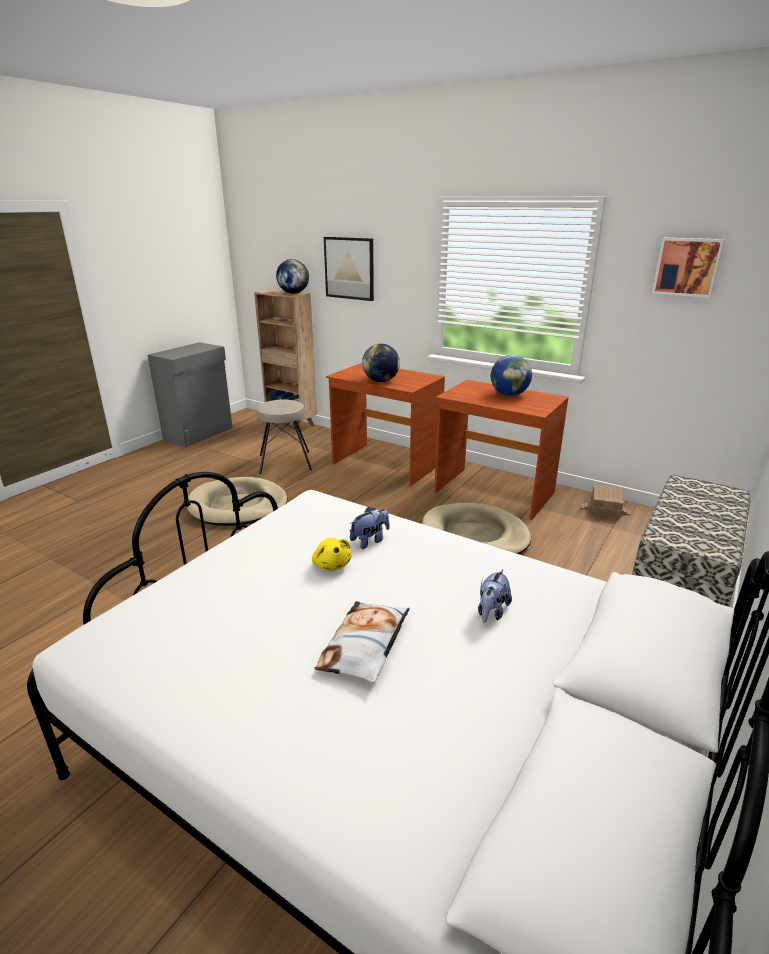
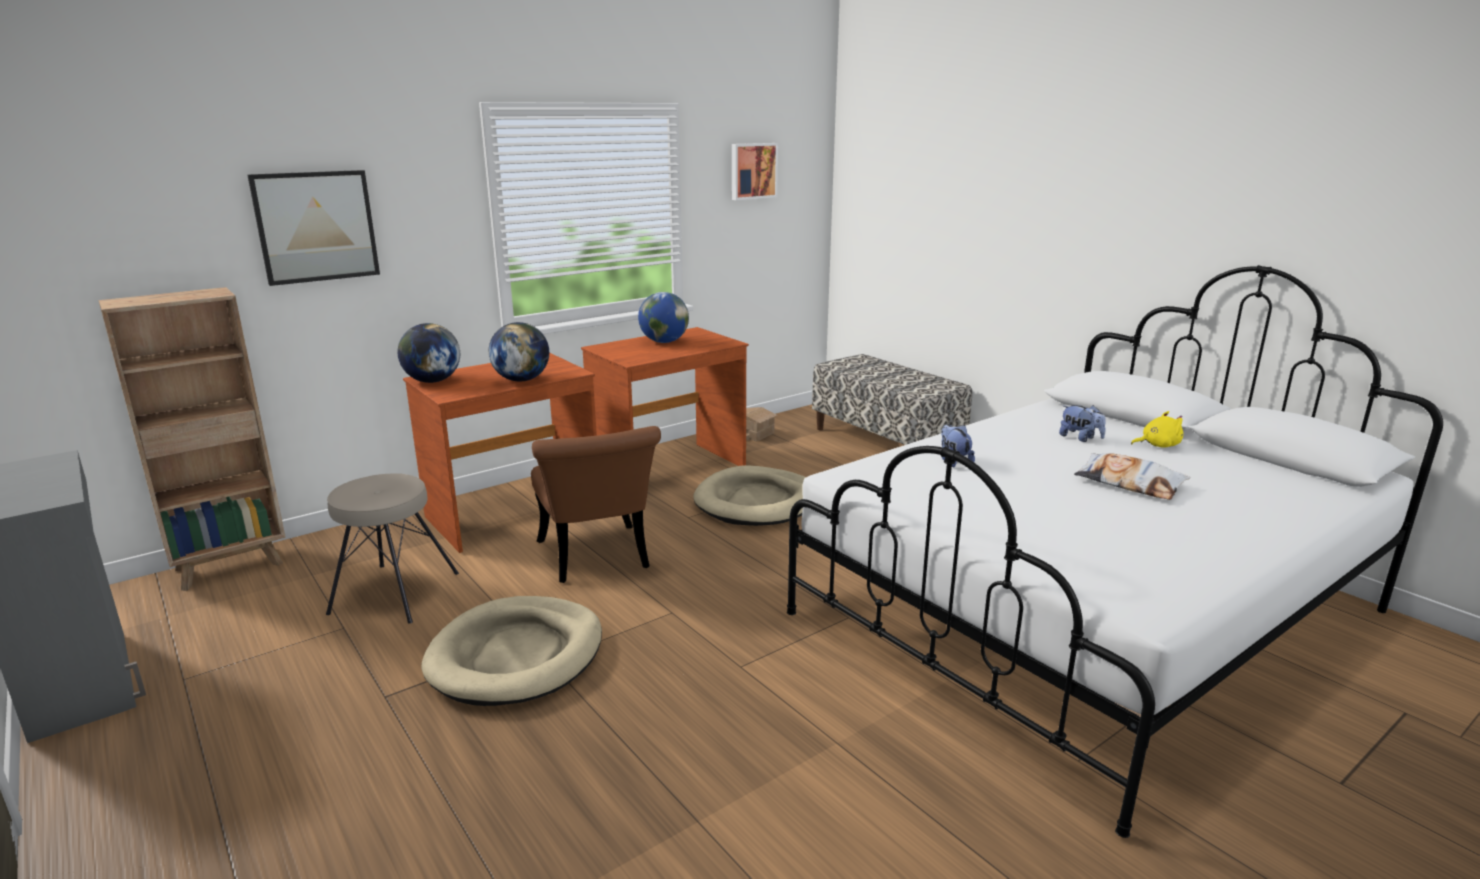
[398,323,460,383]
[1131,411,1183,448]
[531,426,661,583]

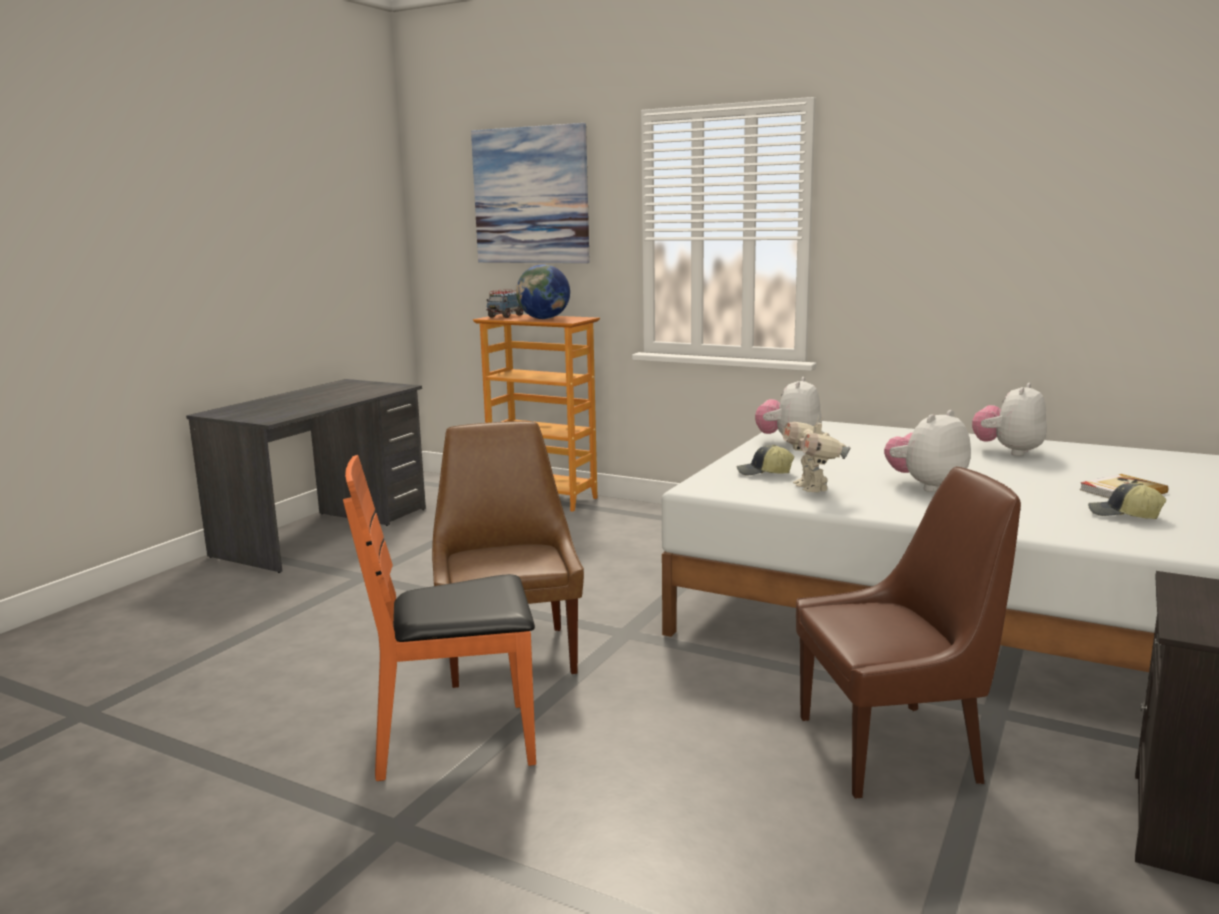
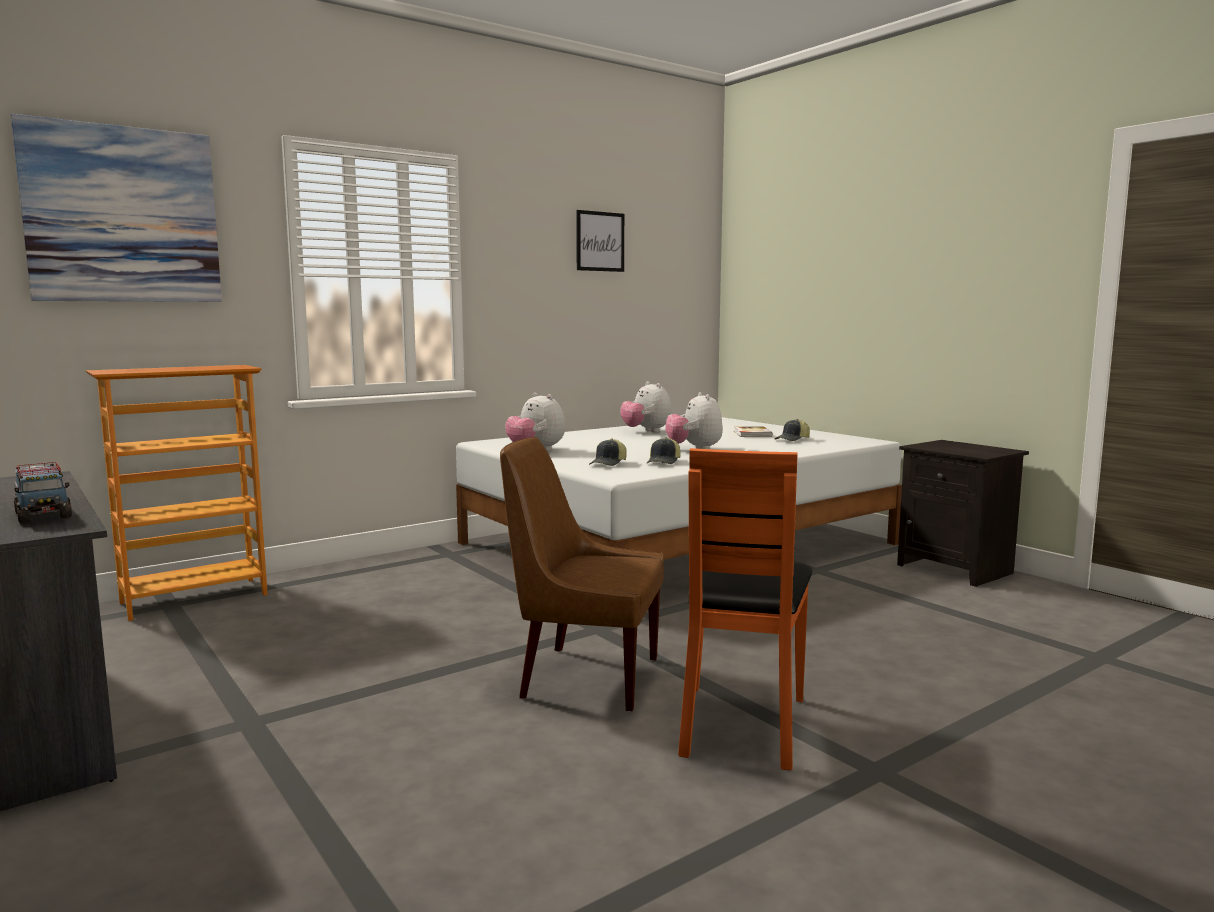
[14,462,72,523]
[516,264,570,319] (first image)
[647,437,681,464]
[796,467,1021,799] (first image)
[576,210,624,272]

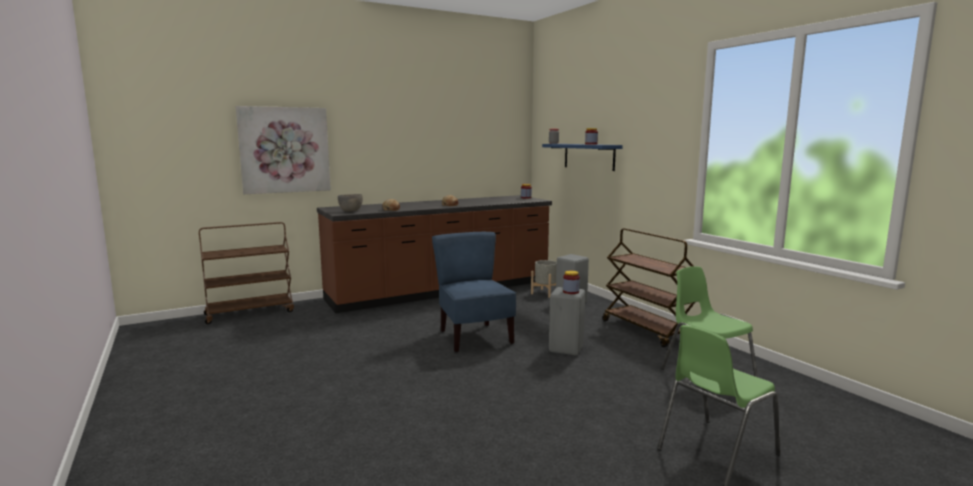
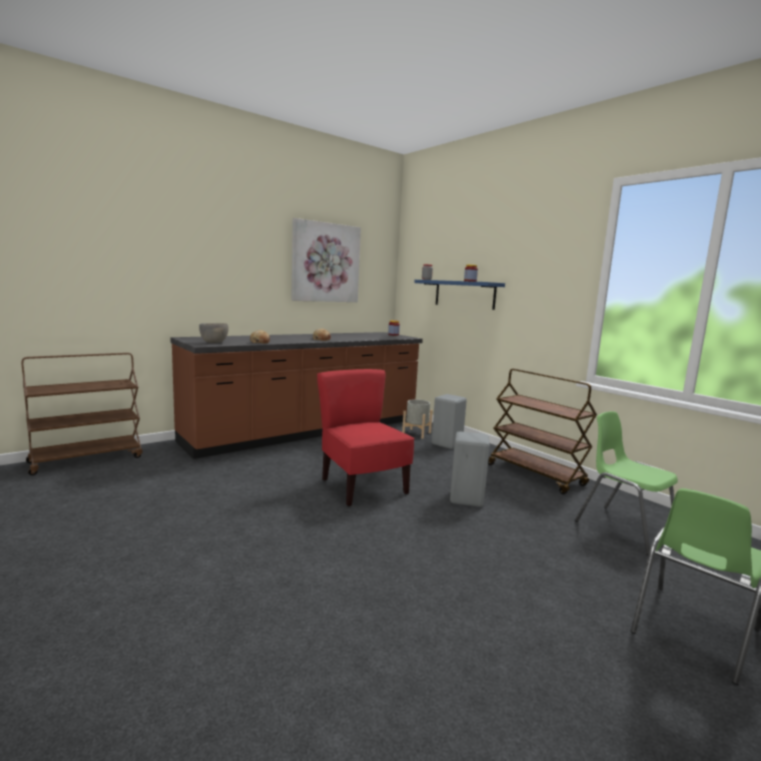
[291,218,361,302]
[317,369,415,507]
[563,271,580,294] (first image)

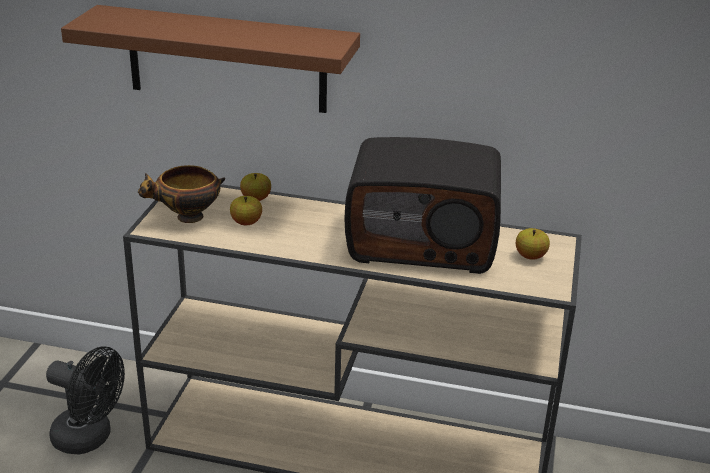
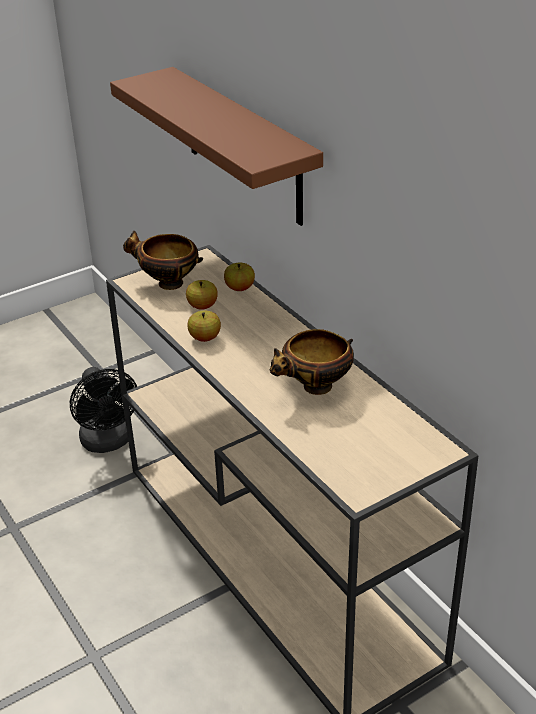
[269,329,354,395]
[187,310,221,342]

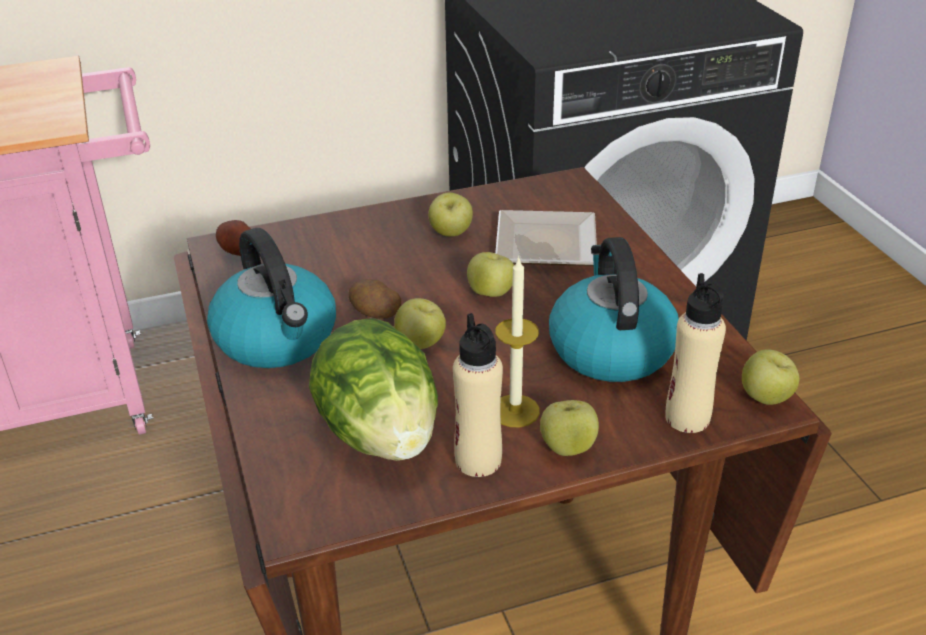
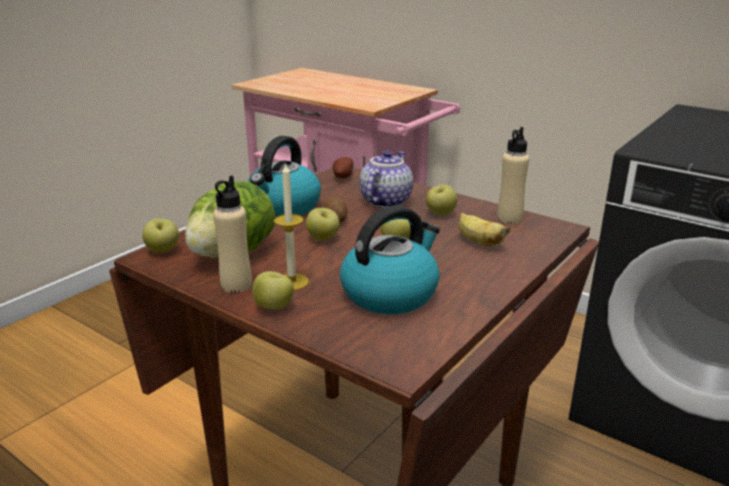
[459,213,510,246]
[497,127,529,224]
[142,218,179,253]
[359,151,413,208]

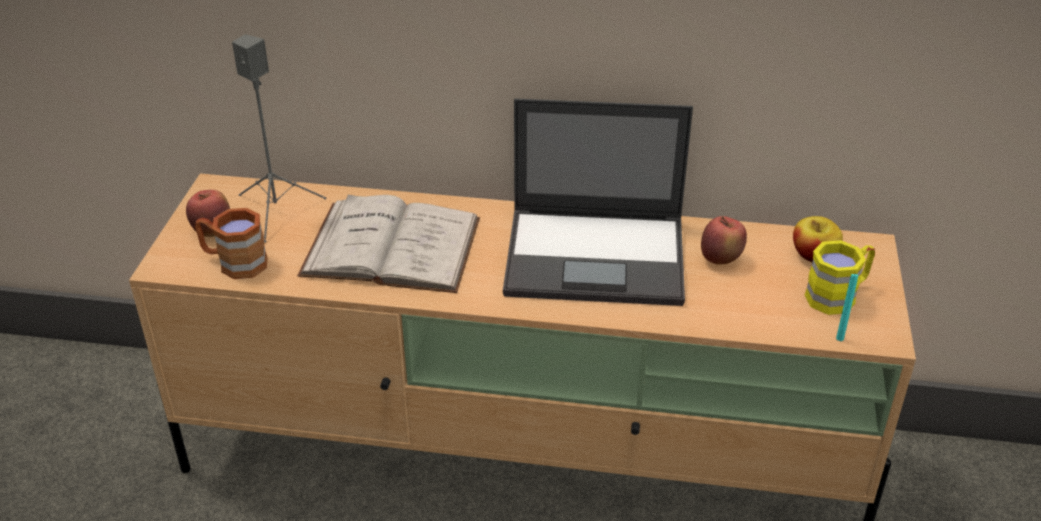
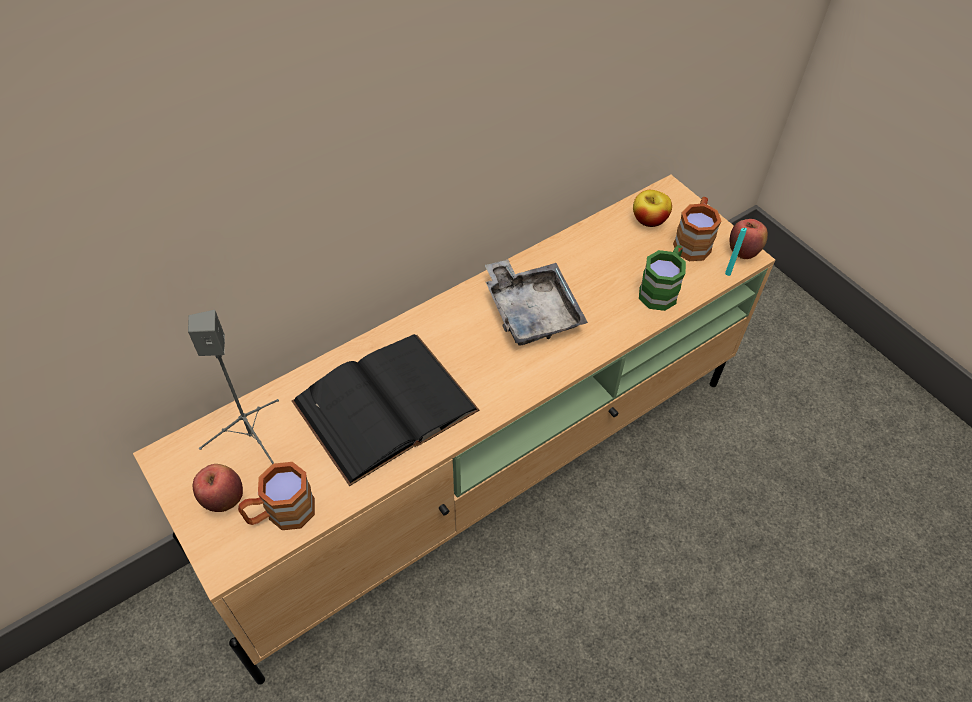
[291,334,480,486]
[485,259,588,346]
[730,219,768,259]
[673,197,721,261]
[639,245,686,311]

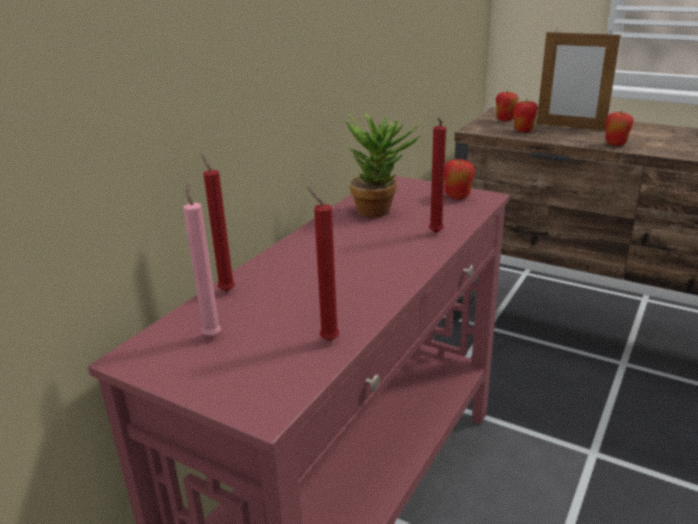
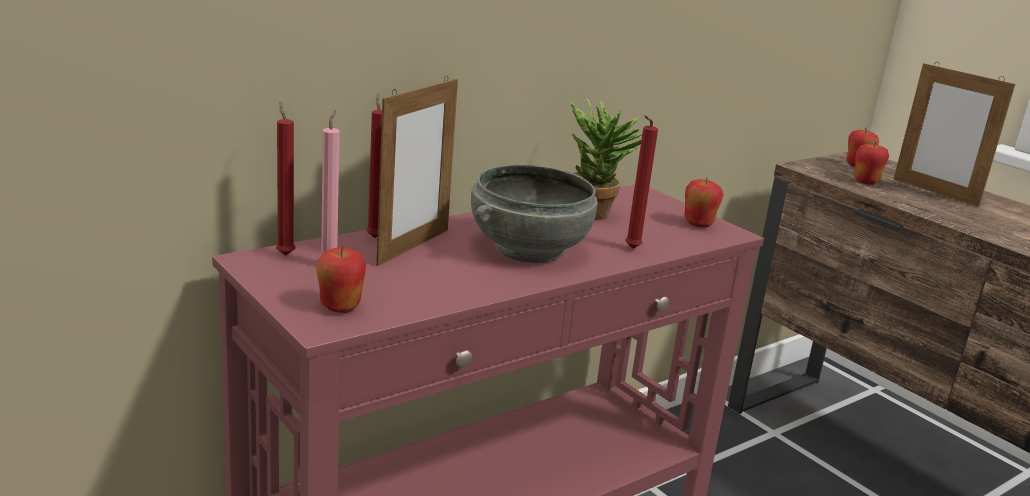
[276,101,295,256]
[316,246,366,313]
[376,76,458,266]
[471,164,598,263]

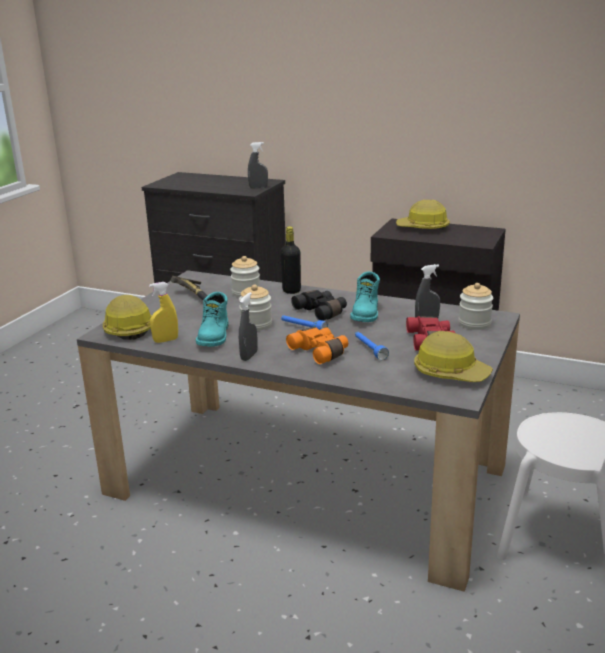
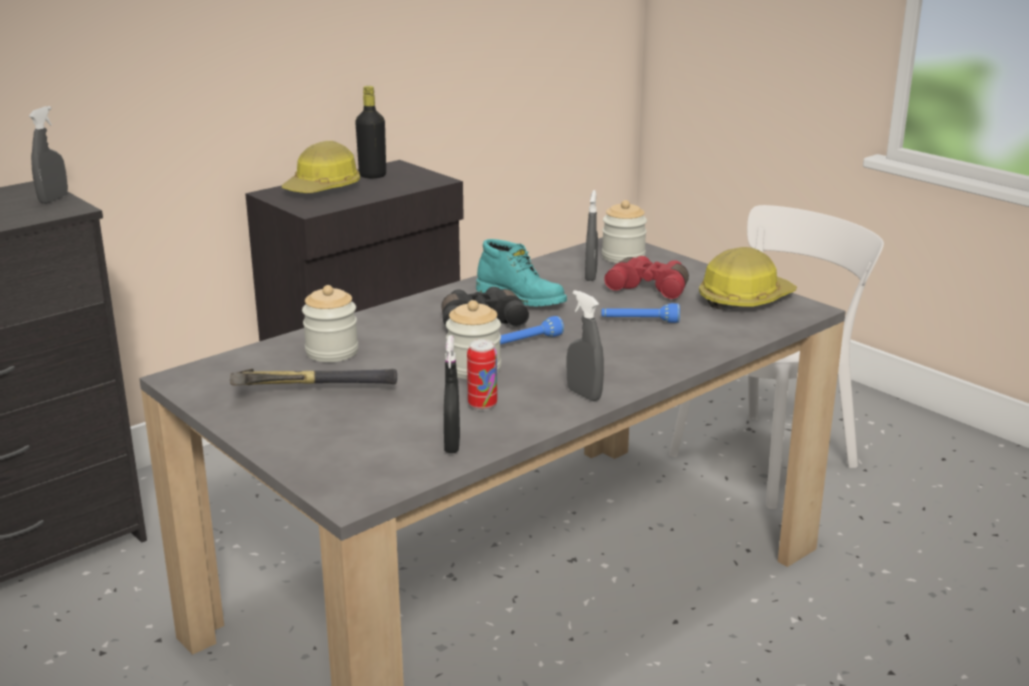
[103,295,152,340] (first image)
[444,335,460,453]
[467,339,497,410]
[355,86,386,178]
[286,327,348,364] (first image)

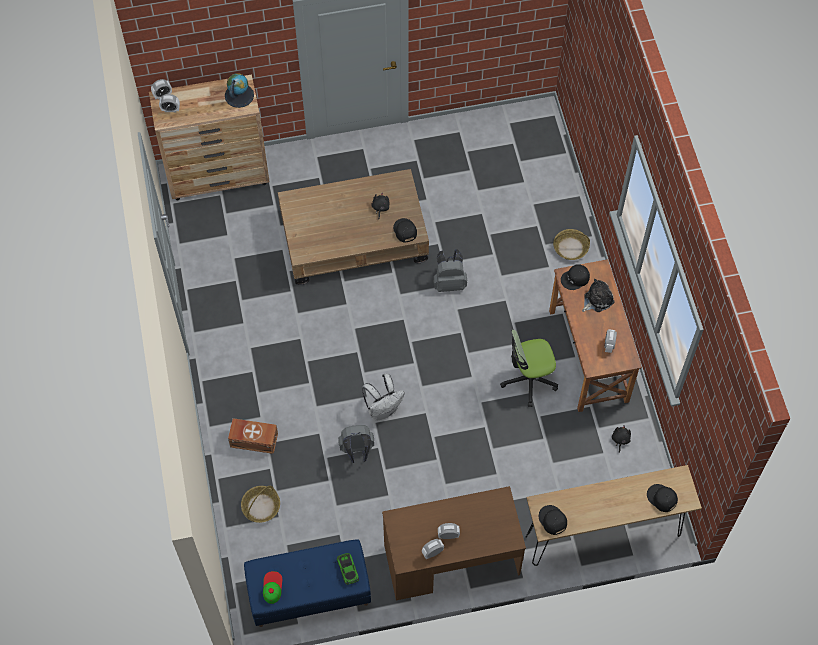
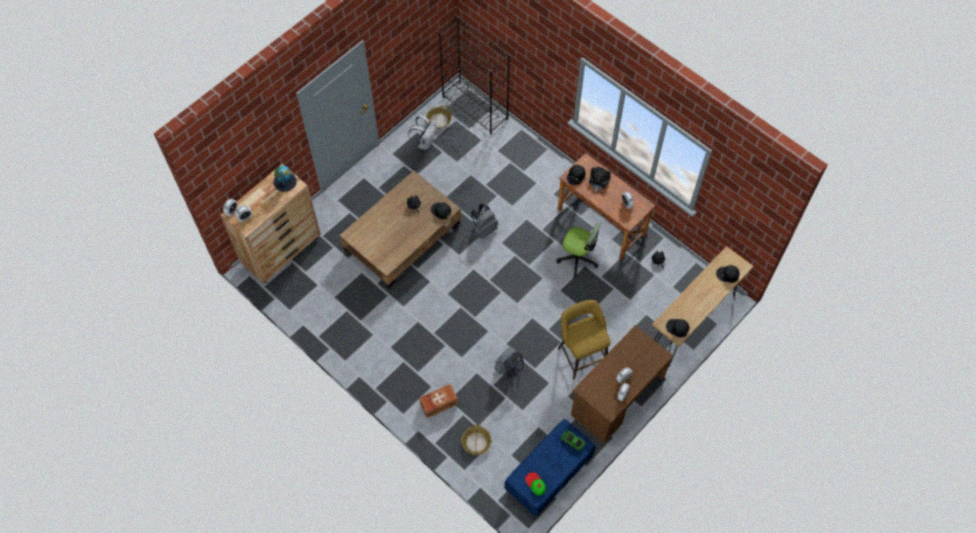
[408,114,436,150]
[557,222,601,278]
[426,105,452,129]
[439,17,510,135]
[558,300,611,379]

